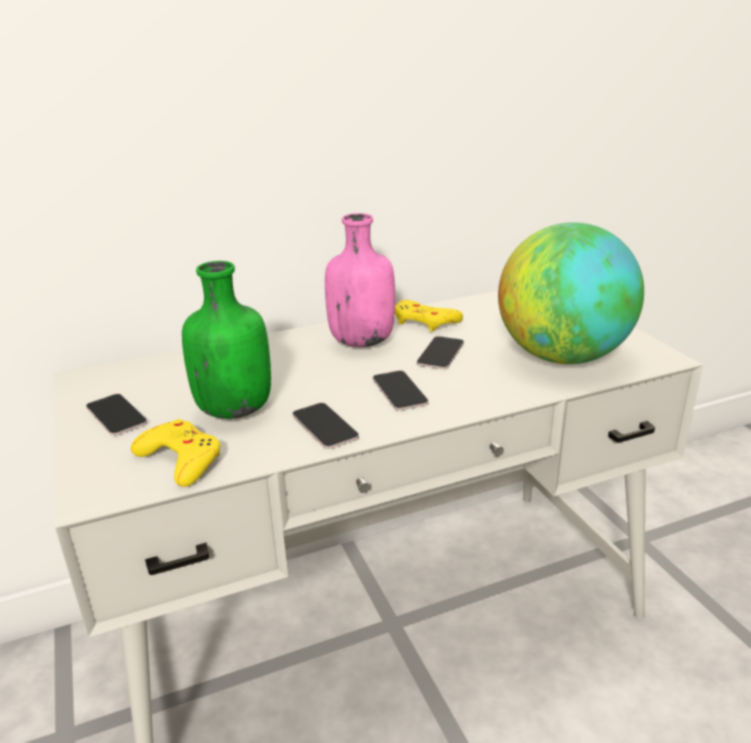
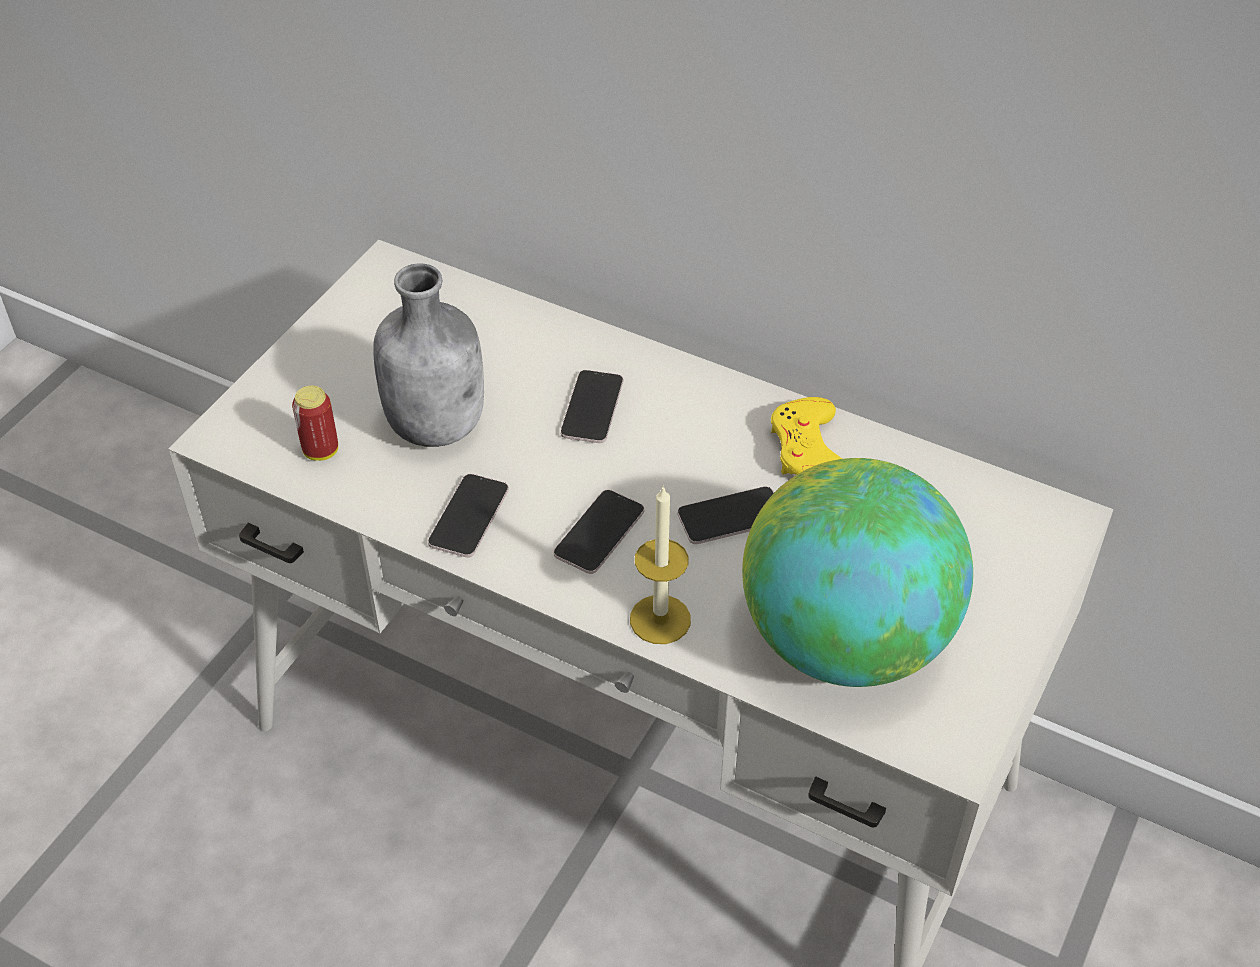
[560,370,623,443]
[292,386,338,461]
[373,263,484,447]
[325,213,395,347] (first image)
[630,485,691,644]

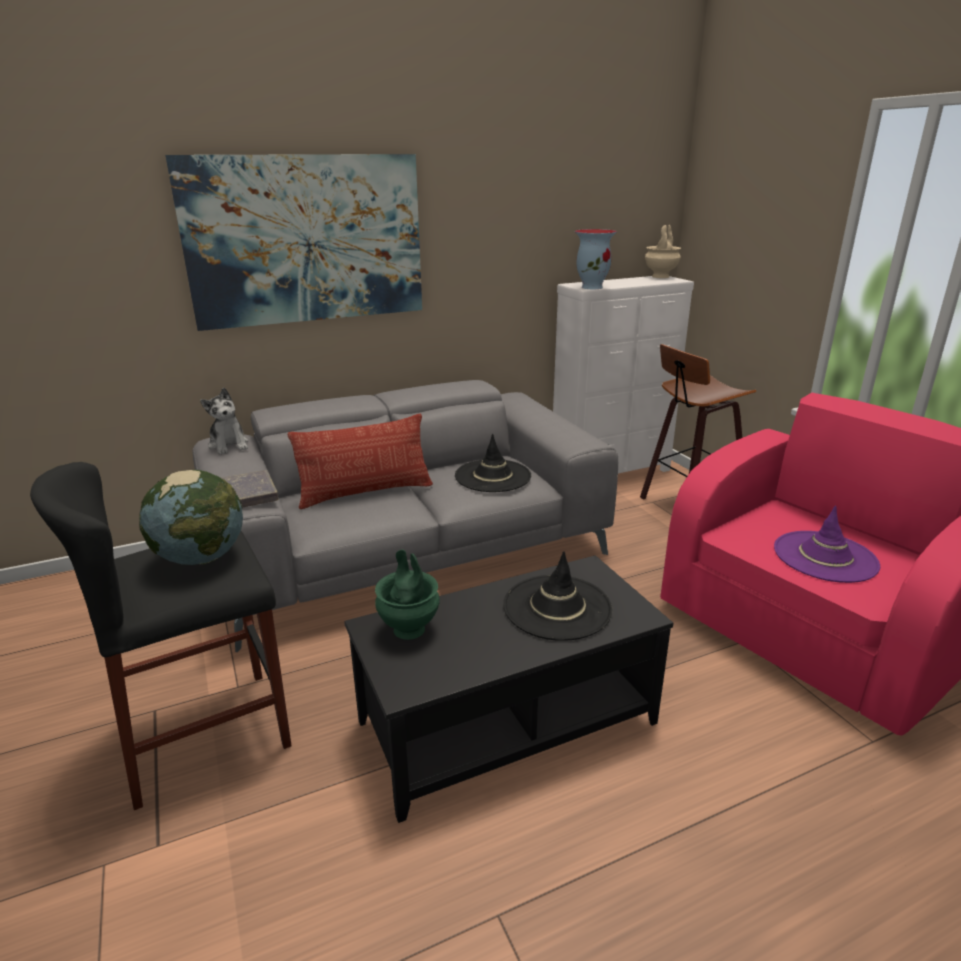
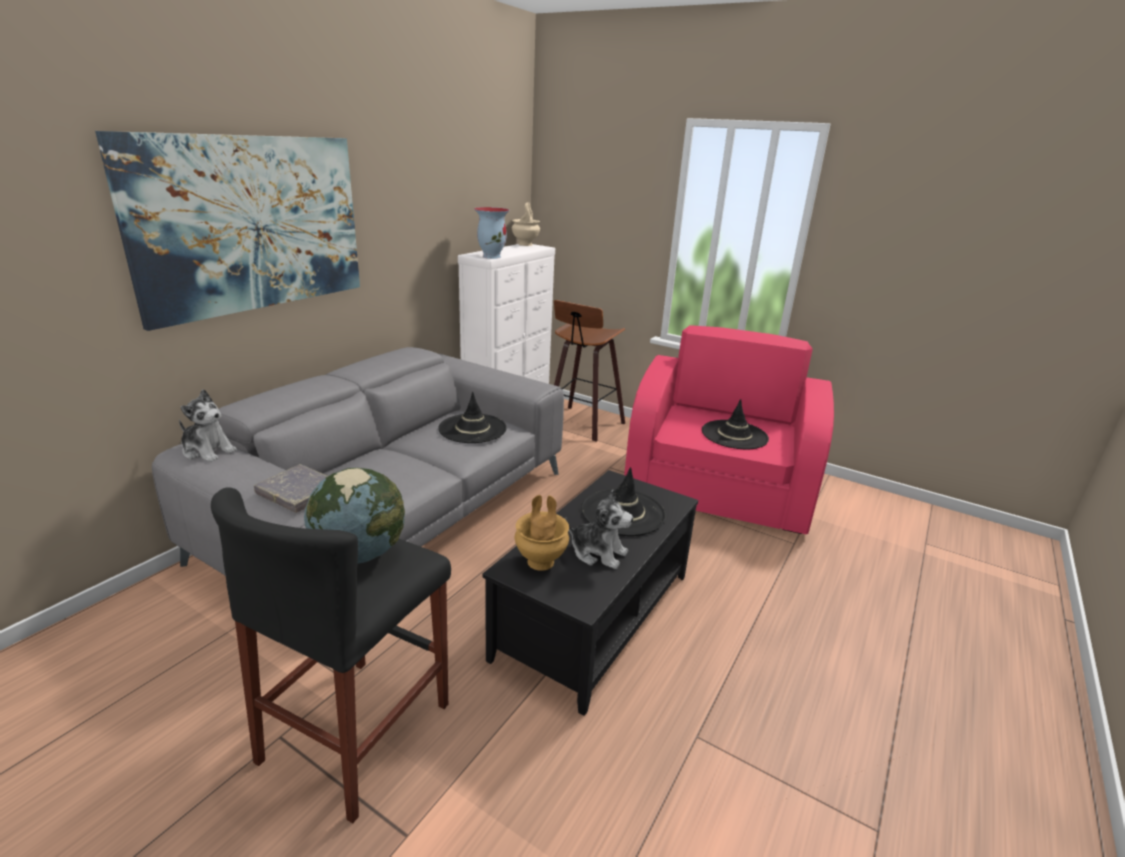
[288,414,433,509] (first image)
[515,495,569,571]
[702,399,769,449]
[565,490,633,569]

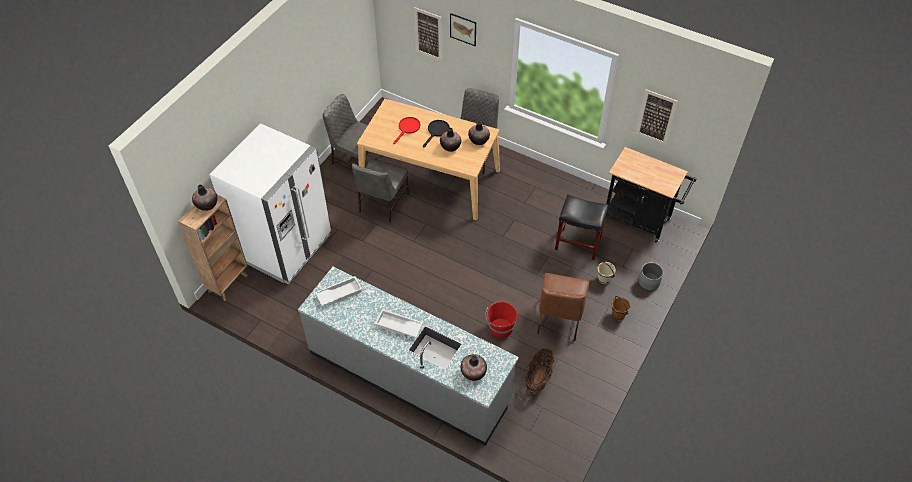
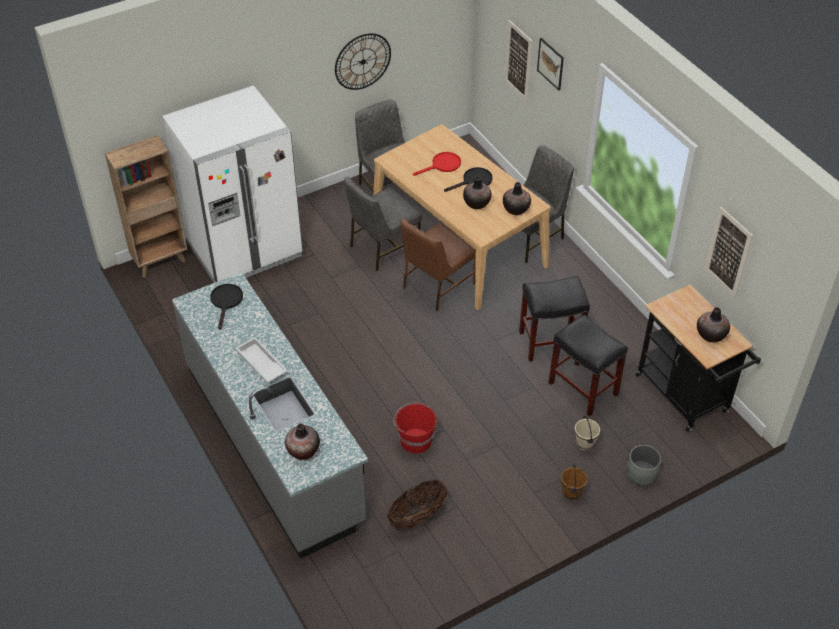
[697,307,730,342]
[210,284,243,330]
[401,218,476,311]
[335,33,391,90]
[519,276,590,362]

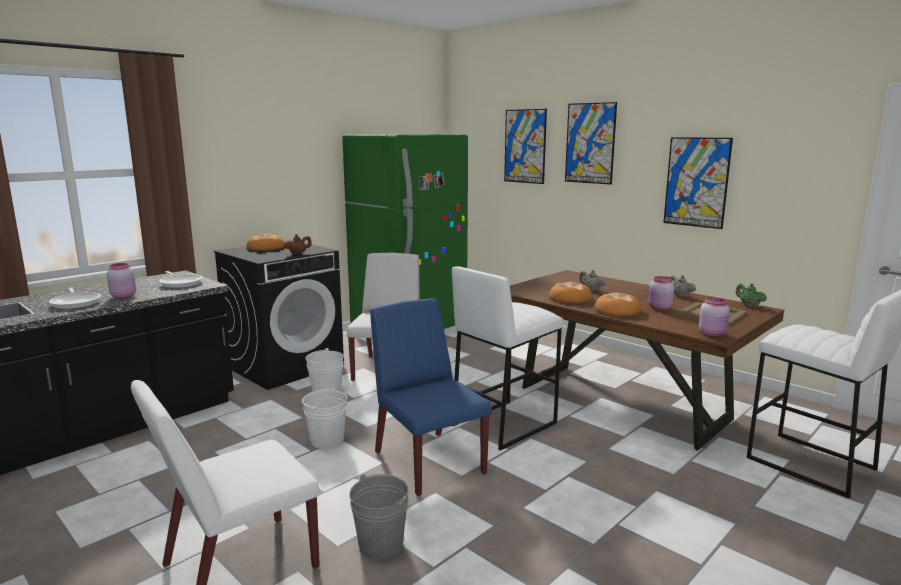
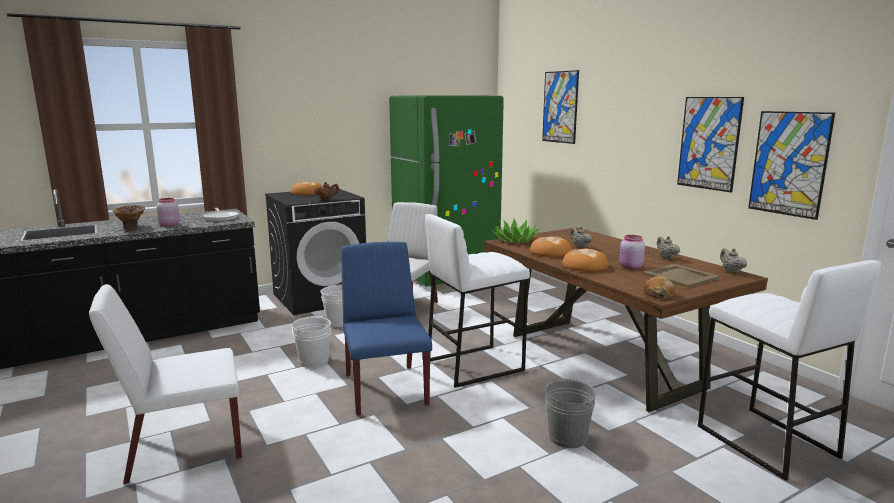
[113,205,145,230]
[545,377,597,448]
[748,111,835,220]
[644,276,675,299]
[720,248,747,273]
[492,218,540,243]

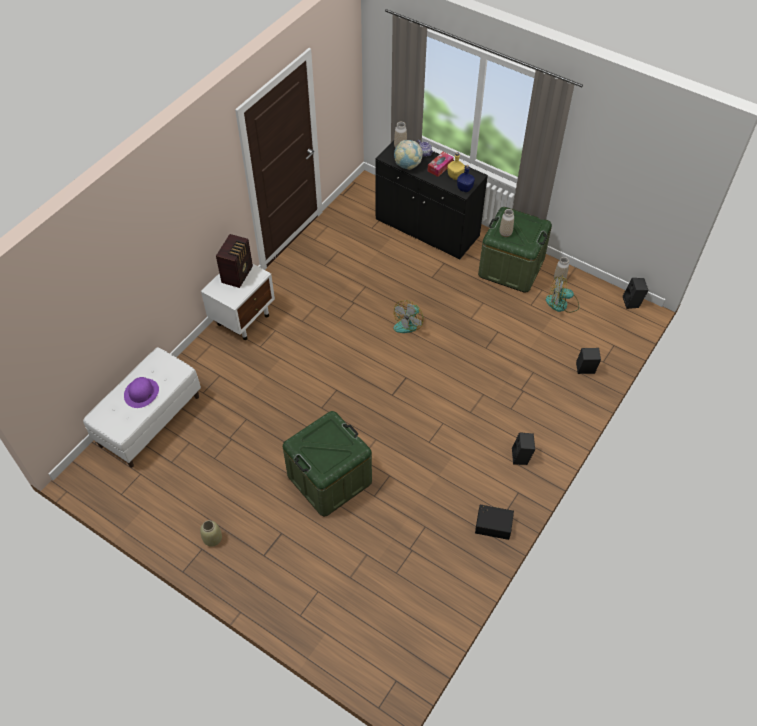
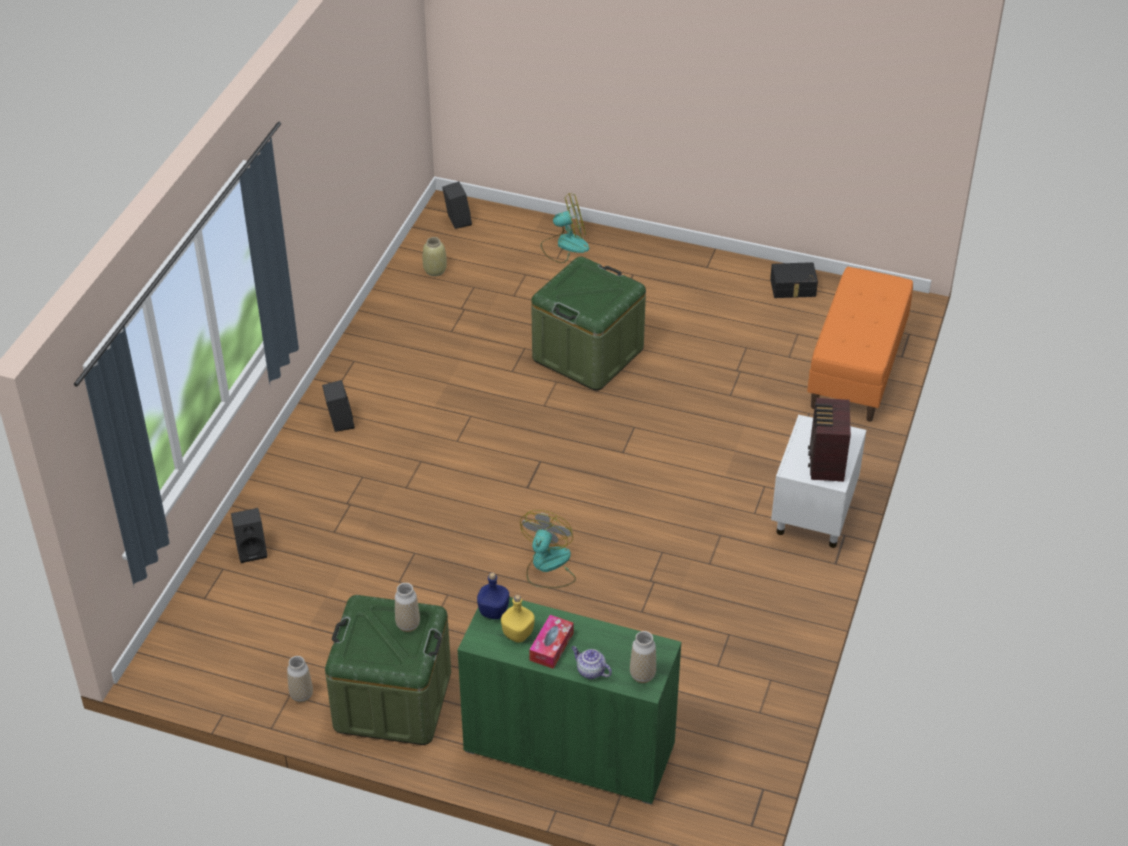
[807,267,913,422]
[124,377,159,408] (first image)
[422,237,447,276]
[457,597,682,804]
[394,140,423,170] (first image)
[770,262,818,298]
[541,193,589,263]
[442,181,472,229]

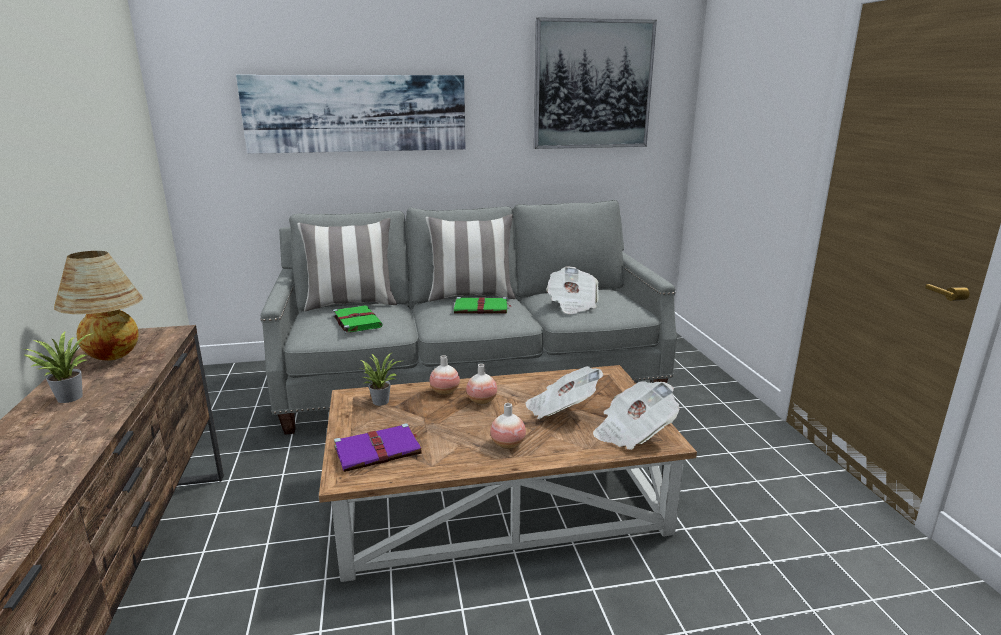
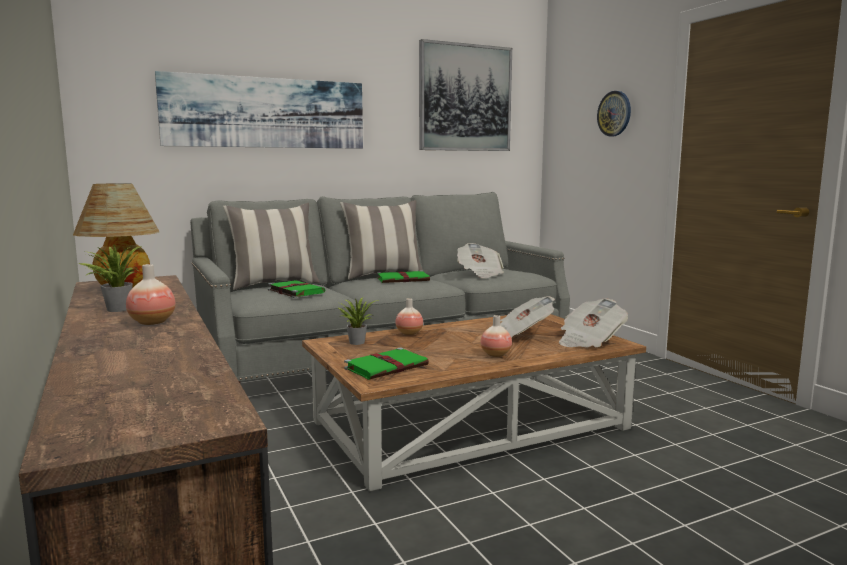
[344,348,429,379]
[126,264,176,325]
[597,91,631,136]

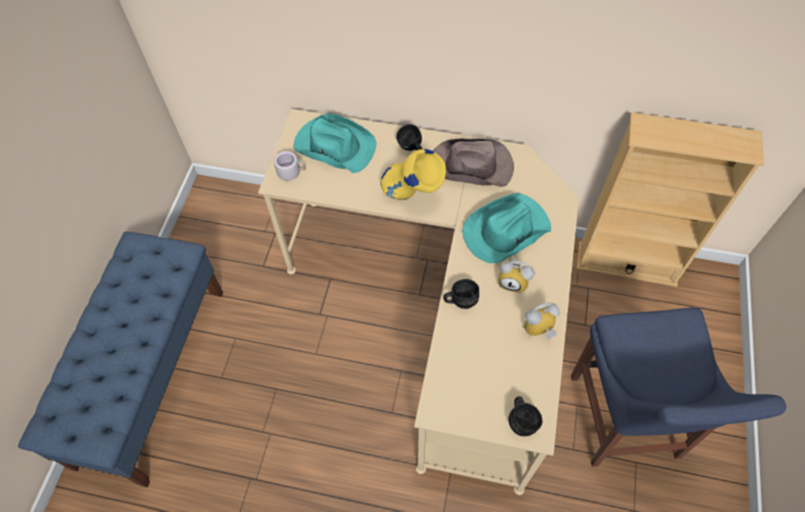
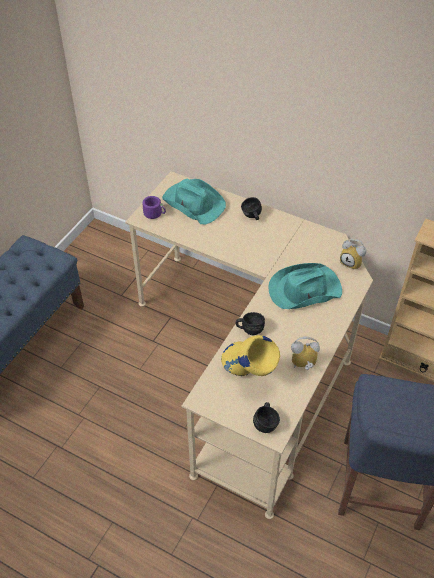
[143,196,166,219]
[221,335,280,376]
[433,138,514,187] (first image)
[340,239,366,269]

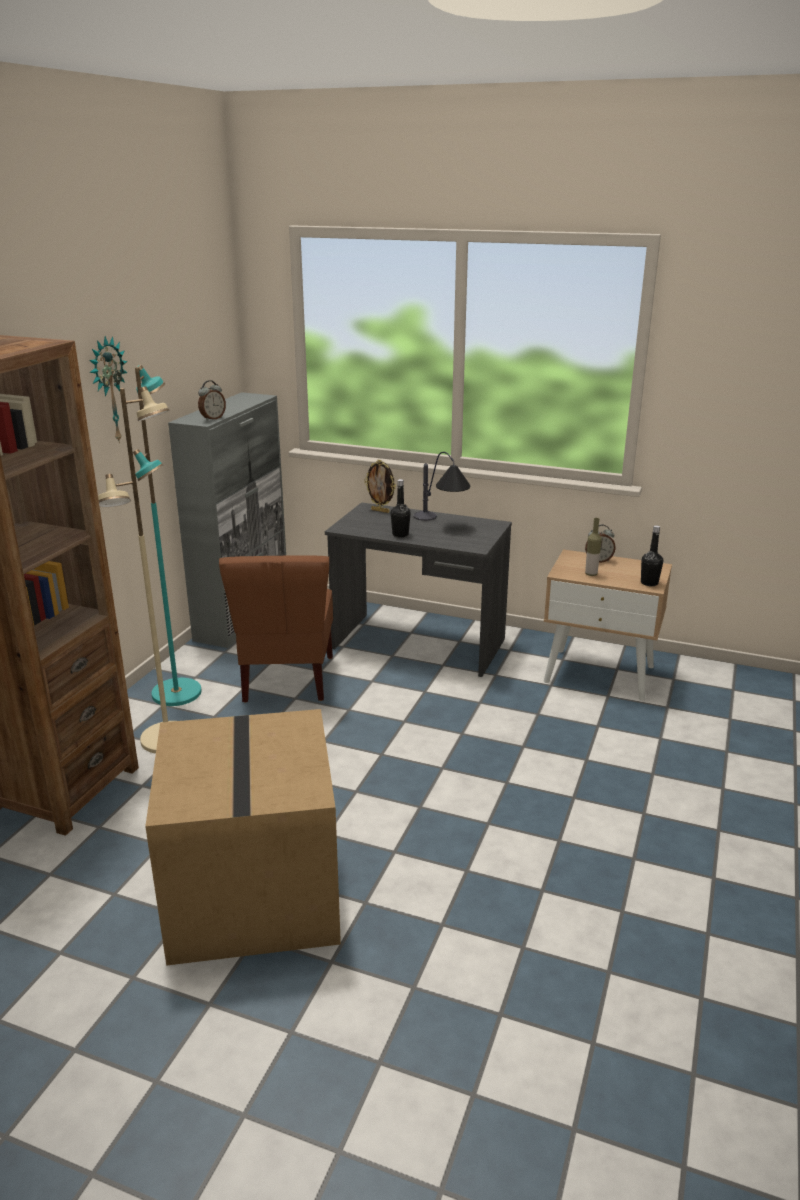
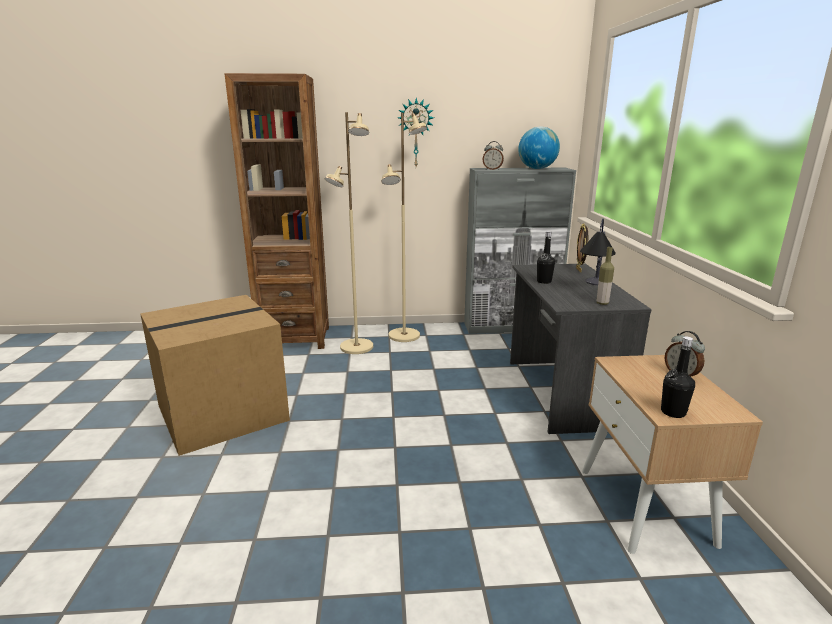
[381,113,427,342]
[219,555,333,703] (first image)
[597,247,614,305]
[518,126,560,169]

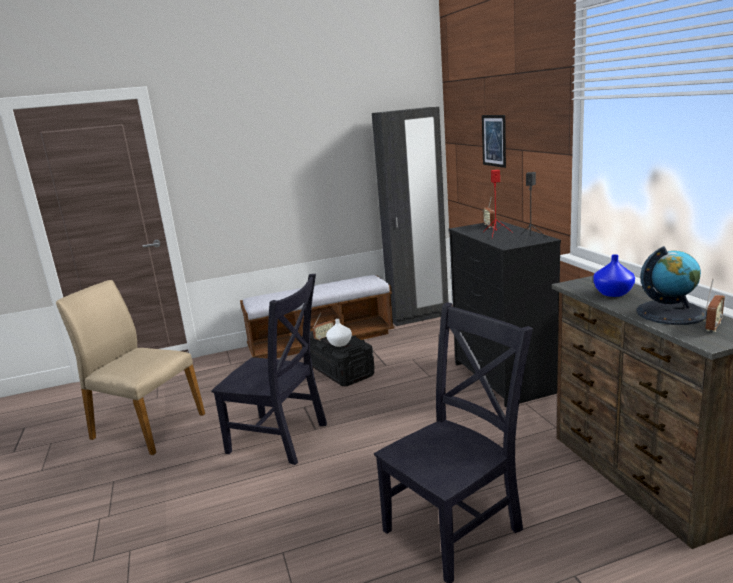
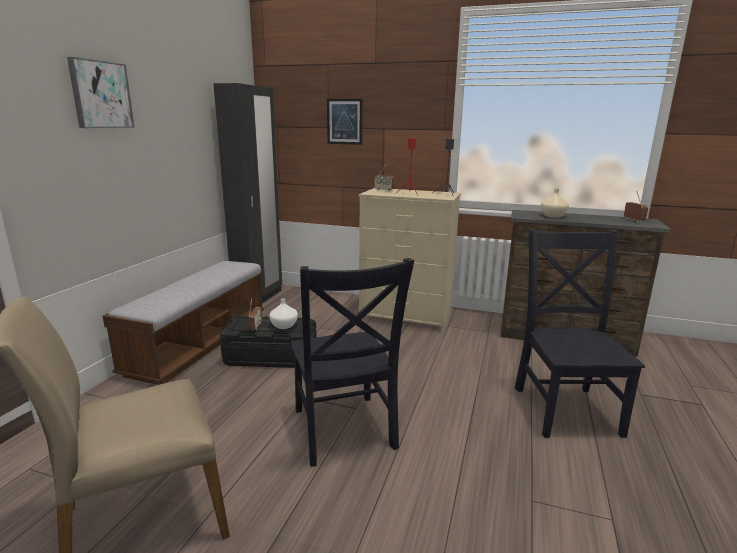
[291,258,414,466]
[359,188,461,332]
[541,189,569,218]
[636,246,707,325] (first image)
[67,57,135,128]

